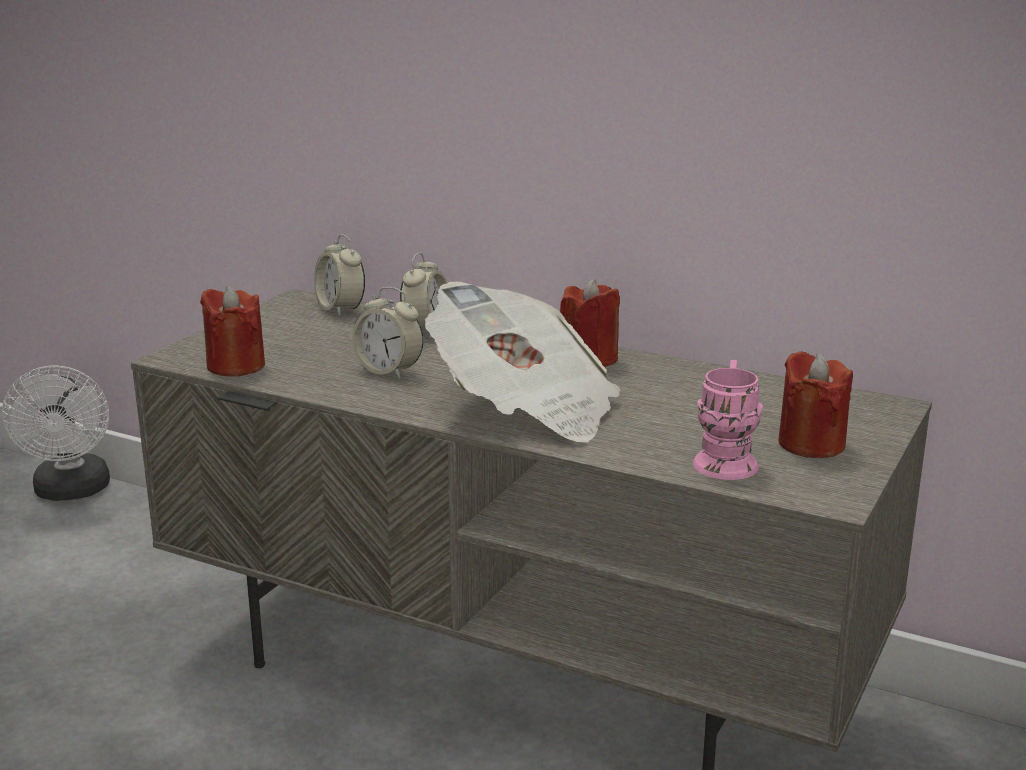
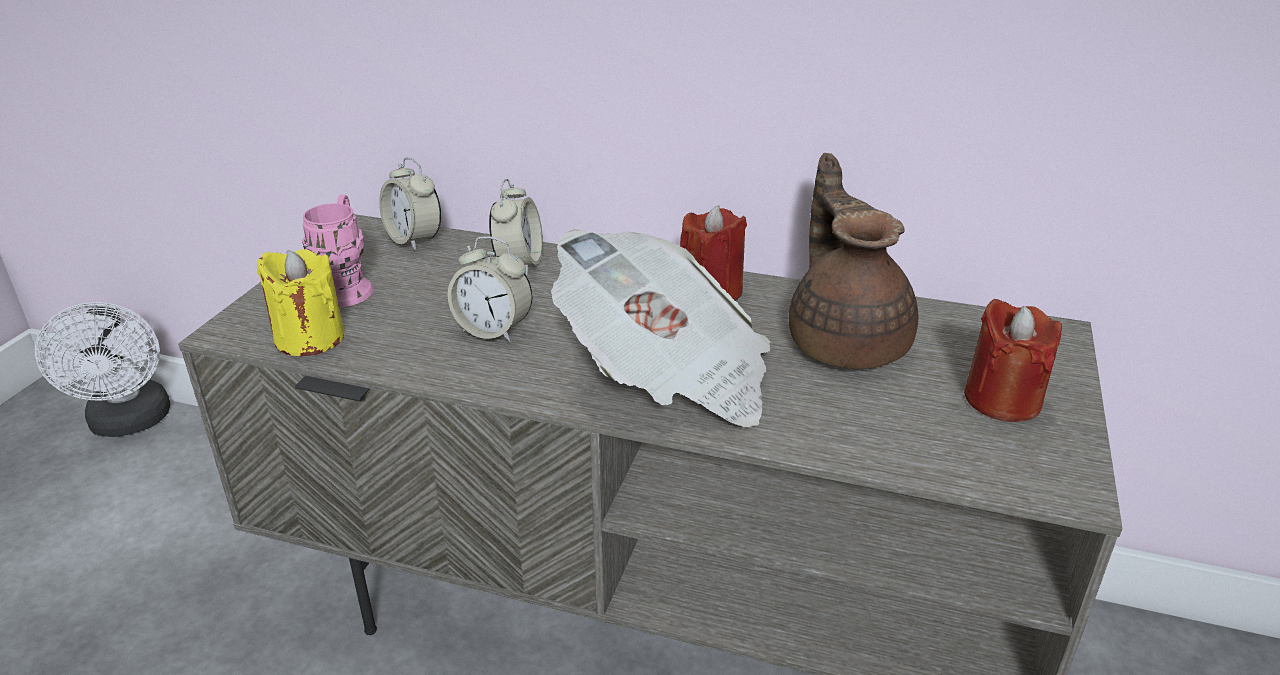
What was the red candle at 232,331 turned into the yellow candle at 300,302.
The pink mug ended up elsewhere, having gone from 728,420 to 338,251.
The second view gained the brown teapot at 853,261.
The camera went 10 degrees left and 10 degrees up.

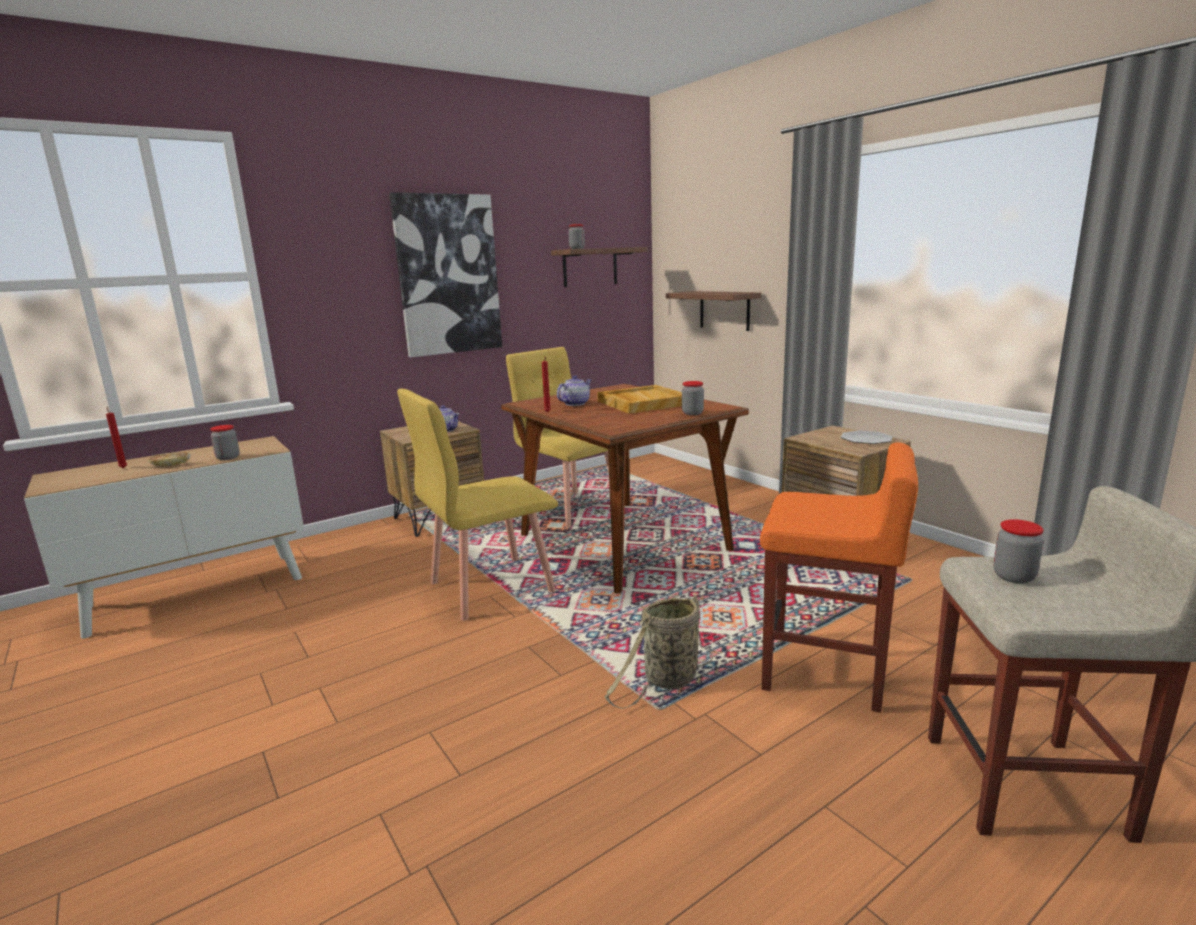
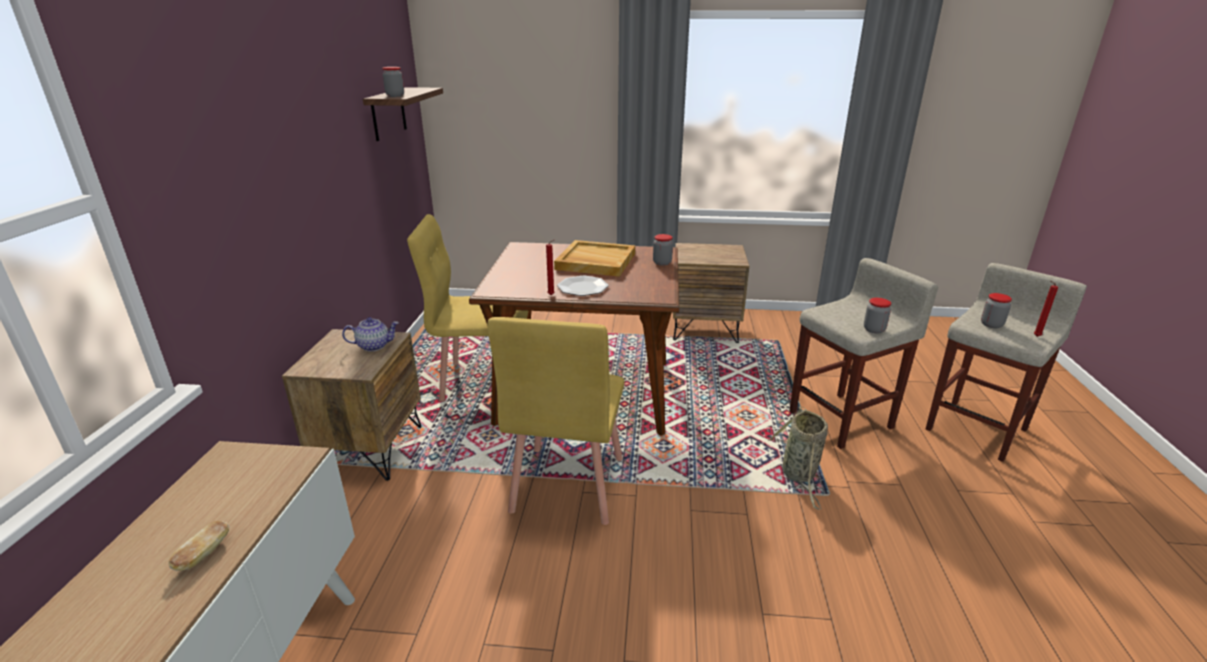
The second view lost the picture at 445,274.
The second view lost the shelf at 713,311.
The second view lost the teapot at 574,390.
The red candle ended up elsewhere, having gone from 116,437 to 1046,309.
The jar ended up elsewhere, having gone from 225,442 to 878,316.
The plate ended up elsewhere, having gone from 867,437 to 583,286.
What was the orange stool at 839,577 turned into the beige stool at 863,353.
The camera went 50 degrees left and 10 degrees up.

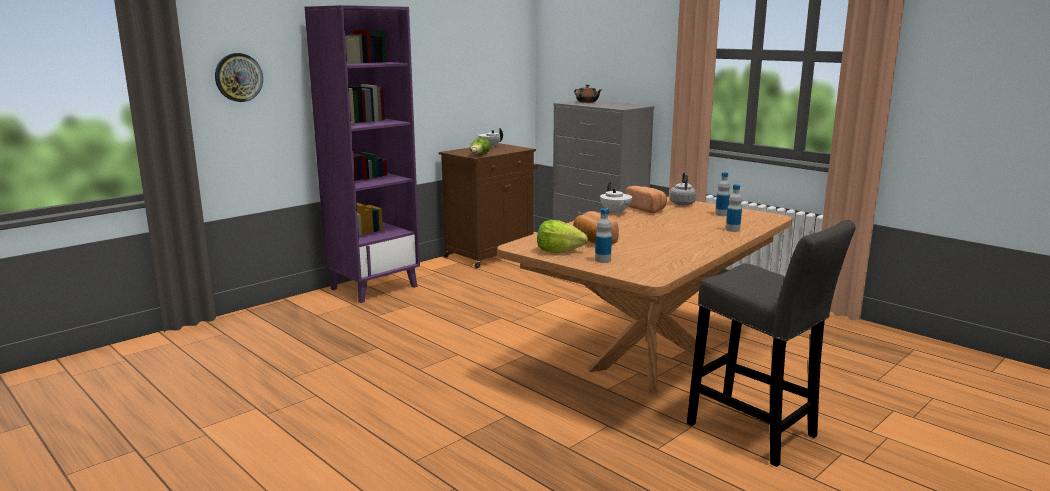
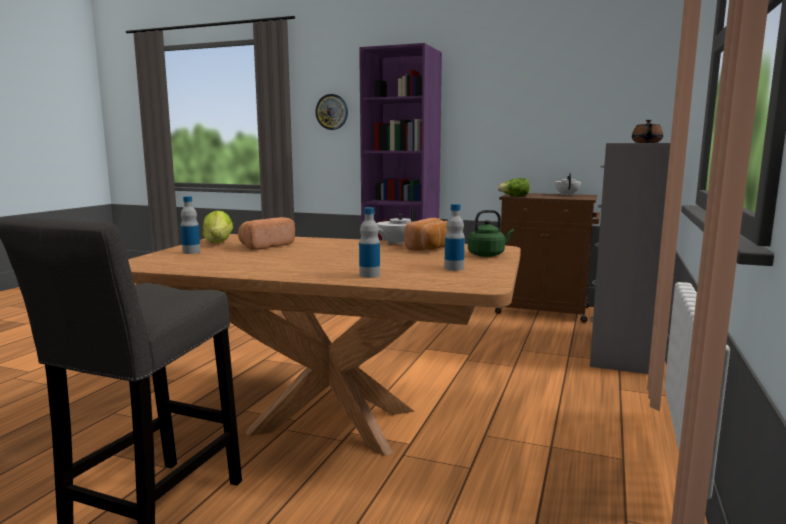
What was the grey kettle at 683,188 turned into the green kettle at 491,233.
The camera went 65 degrees right and 5 degrees down.

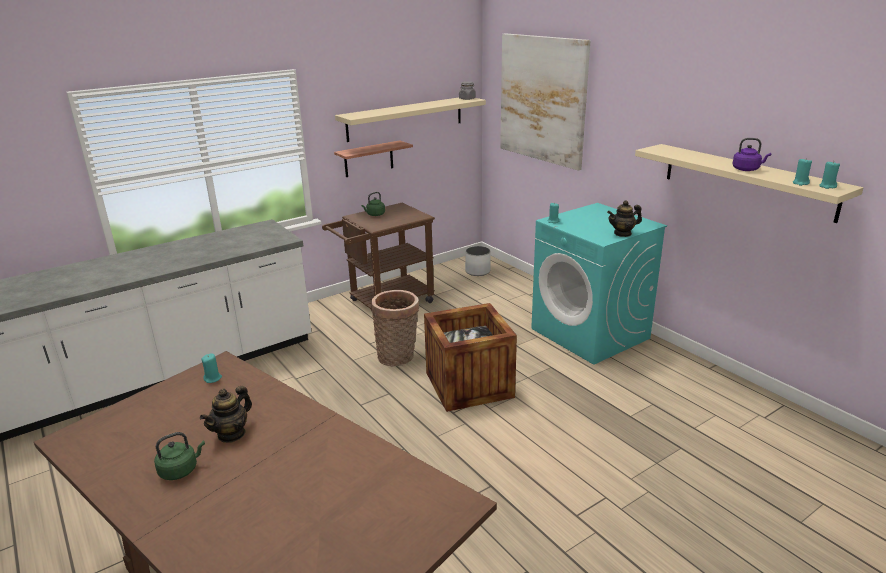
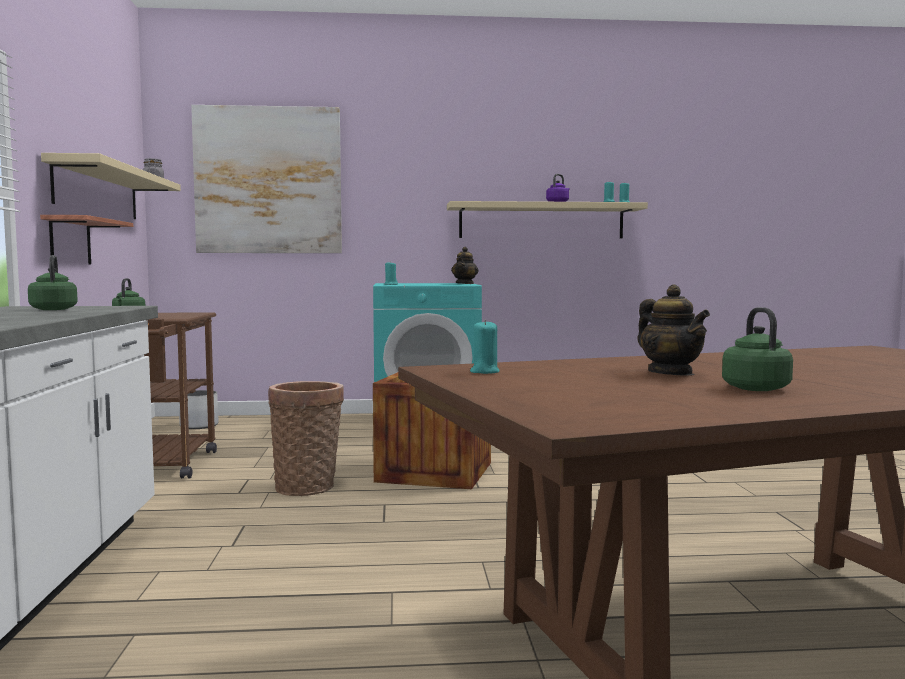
The second view gained the green kettle at 53,282.
The camera went 60 degrees left and 20 degrees down.

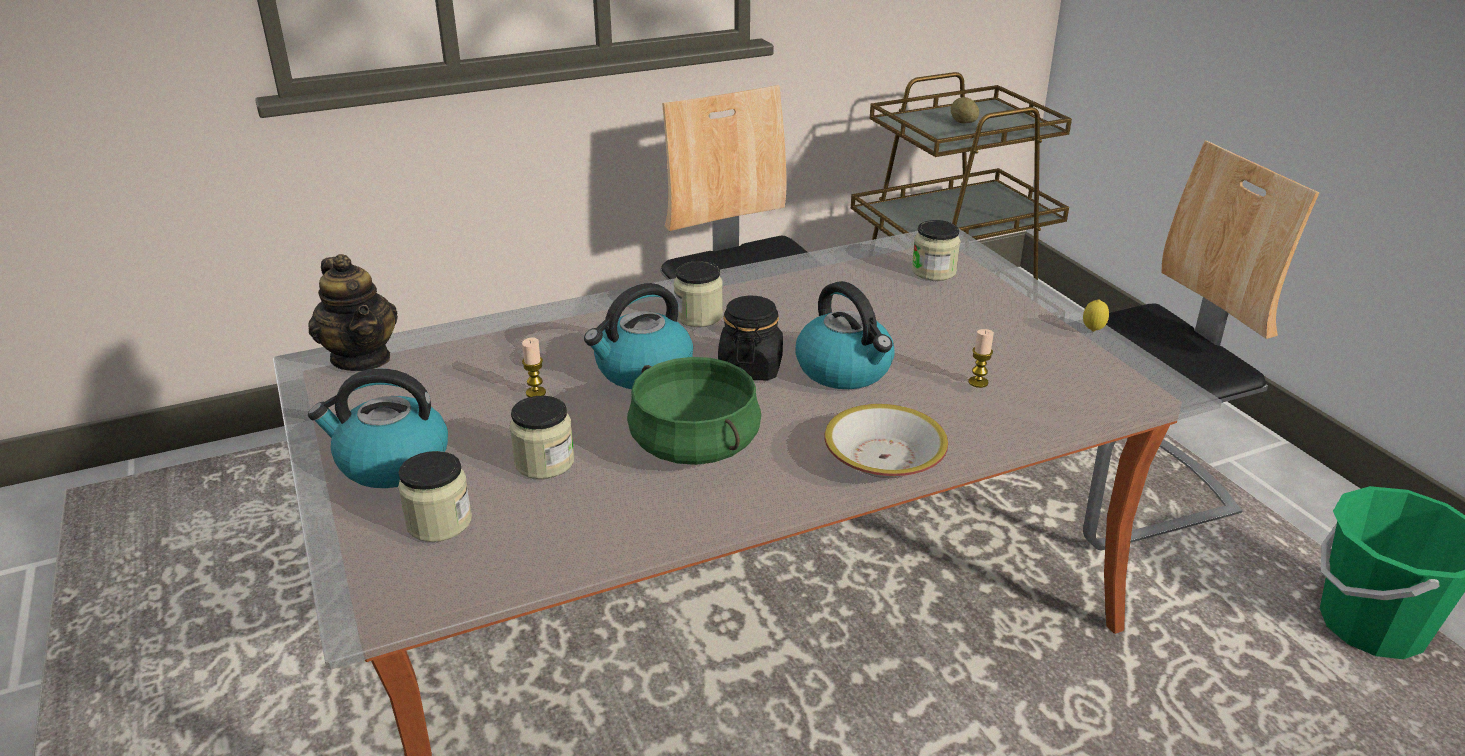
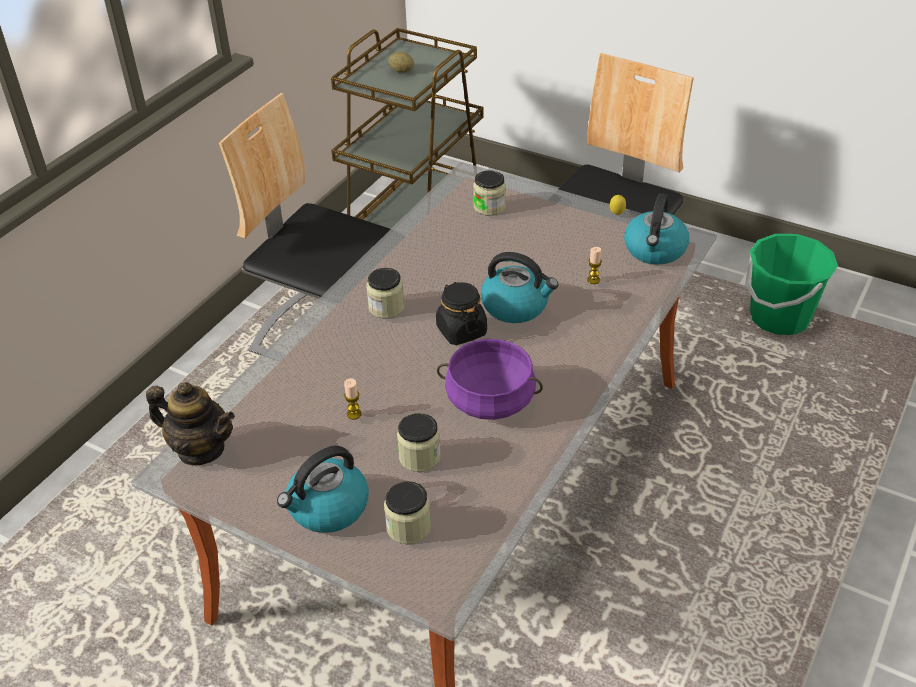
The kettle ended up elsewhere, having gone from 638,336 to 656,229.
What was the green cooking pot at 694,411 turned into the purple cooking pot at 490,379.
The second view lost the bowl at 886,441.
The camera went 35 degrees left and 10 degrees up.

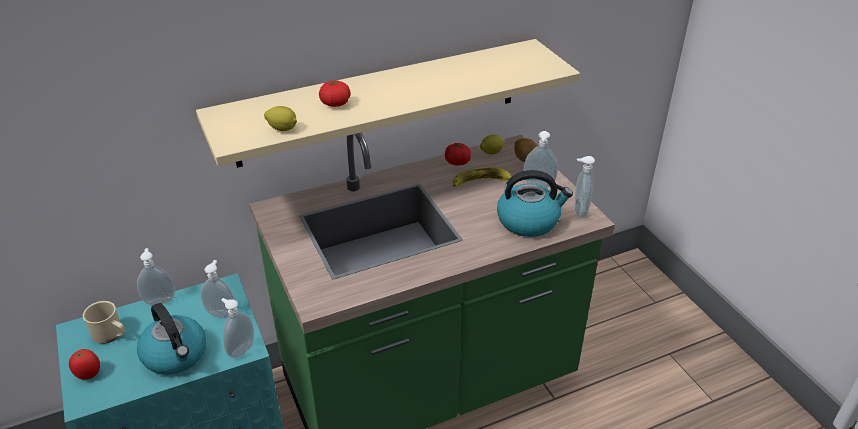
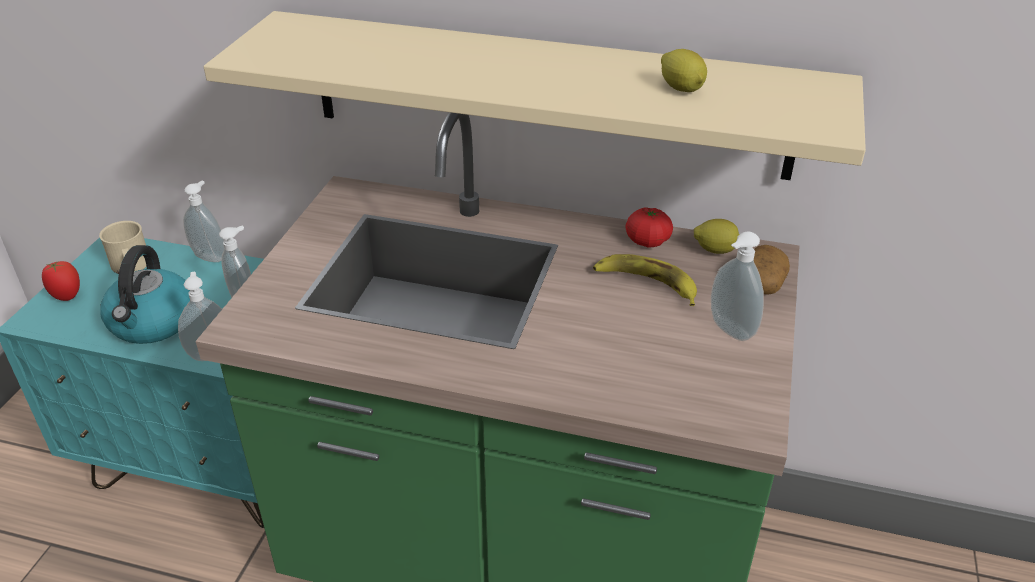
The second view lost the tomato at 335,93.
The lemon ended up elsewhere, having gone from 280,118 to 684,70.
The second view lost the soap dispenser at 585,187.
The second view lost the kettle at 535,203.
The camera went 40 degrees right and 0 degrees up.

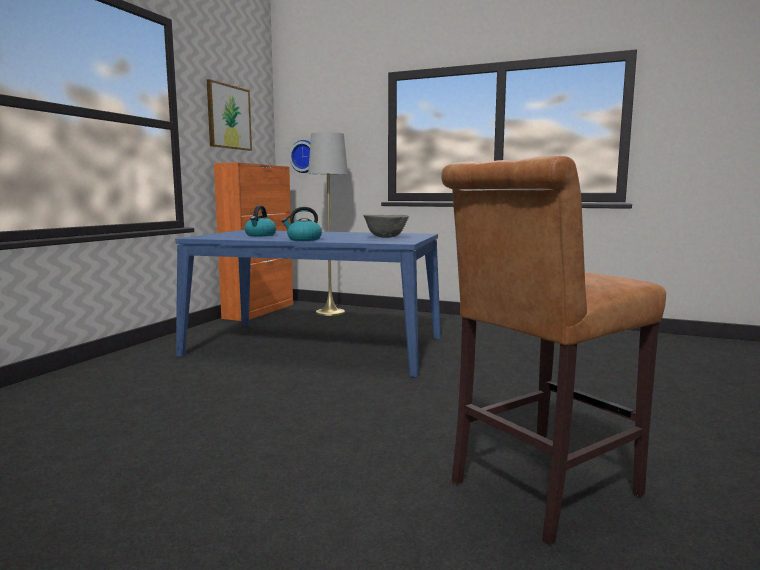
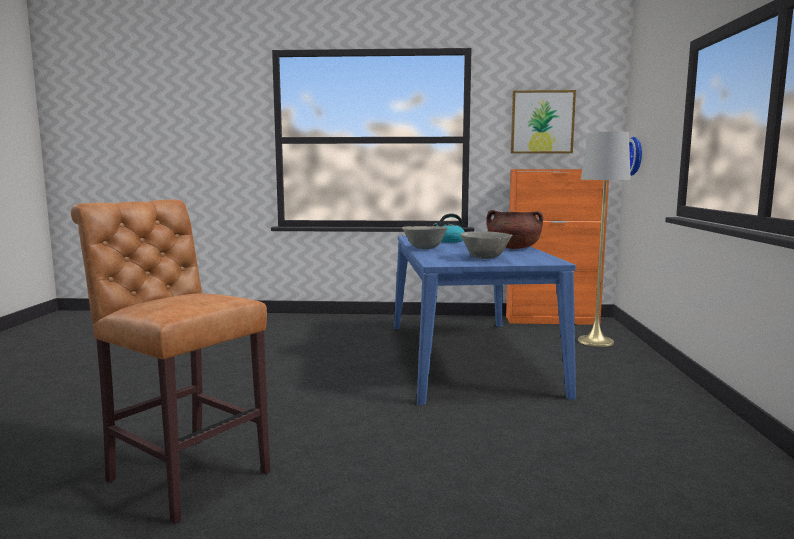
Where the kettle stood at 302,224, the grey bowl came to stand at 425,237.
The second view gained the brown cooking pot at 514,229.
The camera went 70 degrees right and 0 degrees up.

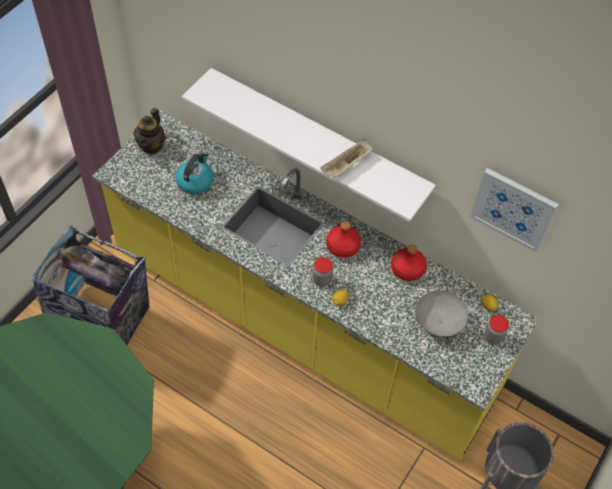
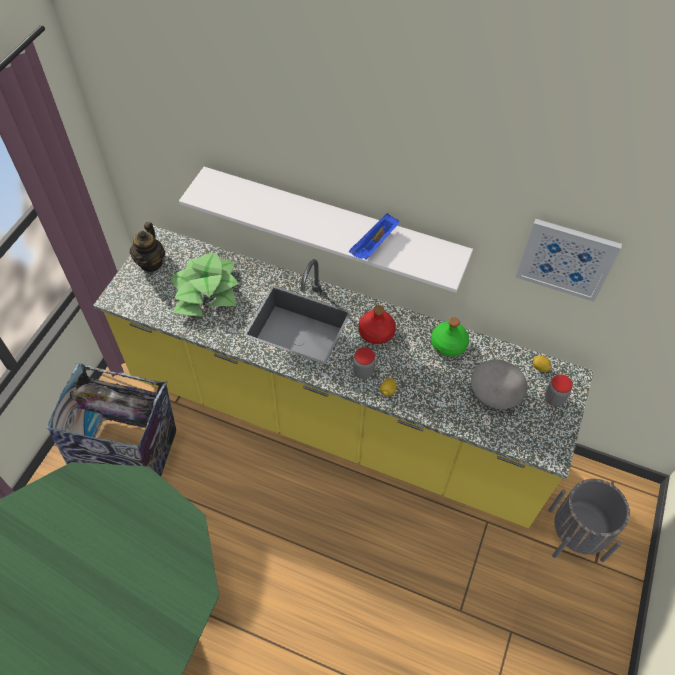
What was the beige tray at 346,158 turned into the blue tray at 374,236.
Where the kettle stood at 194,173, the potted plant came to stand at 205,285.
What was the red bottle at 409,263 turned into the green bottle at 450,336.
The camera went 10 degrees left and 0 degrees up.

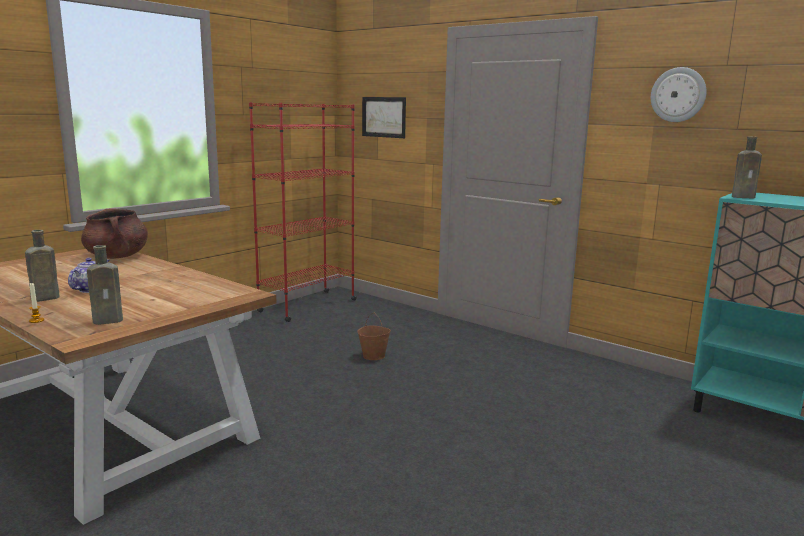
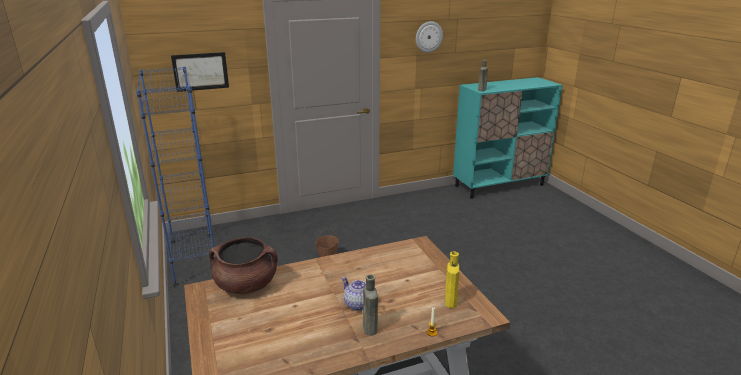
What was the red bookcase at 303,212 turned into the blue bookcase at 175,176.
What was the brown bottle at 105,285 turned into the yellow bottle at 452,279.
The camera went 60 degrees left and 10 degrees up.

